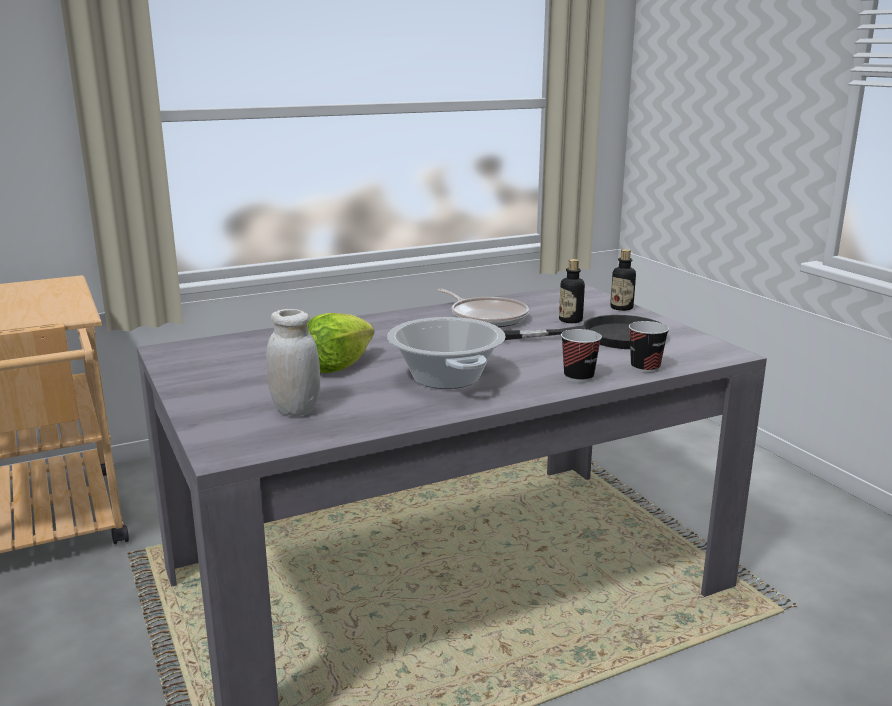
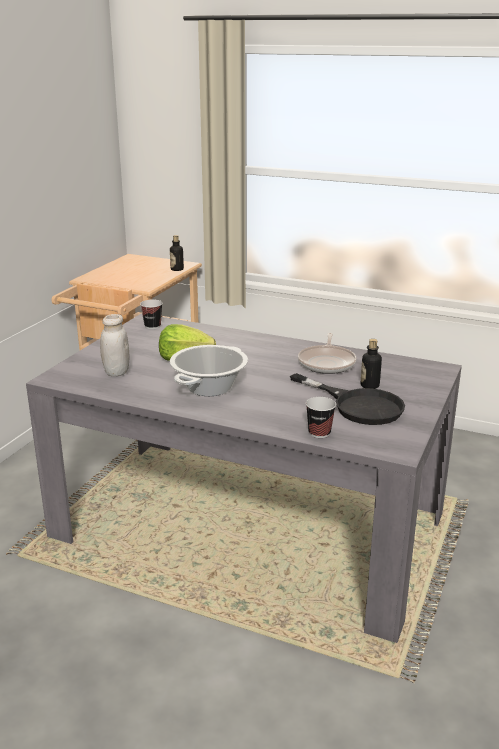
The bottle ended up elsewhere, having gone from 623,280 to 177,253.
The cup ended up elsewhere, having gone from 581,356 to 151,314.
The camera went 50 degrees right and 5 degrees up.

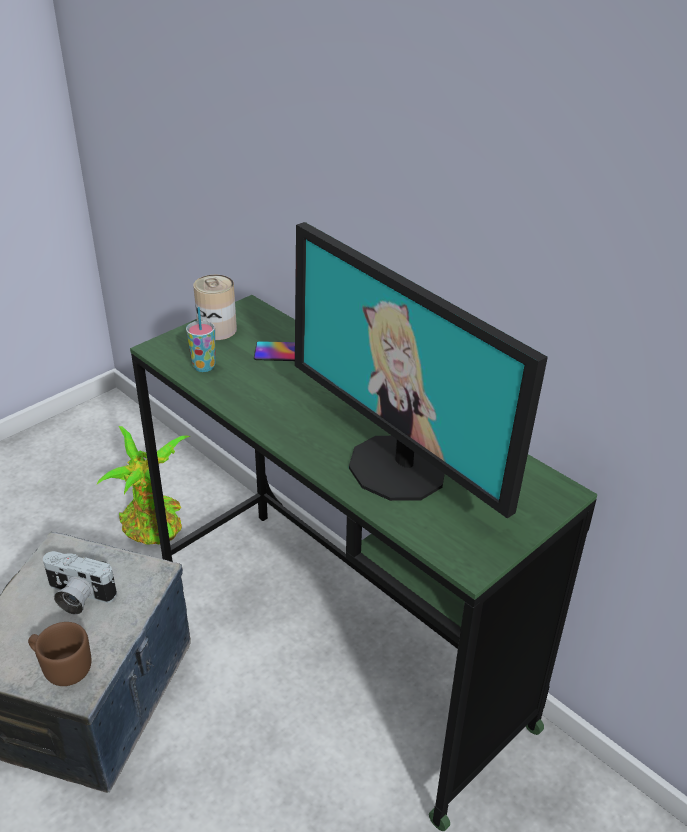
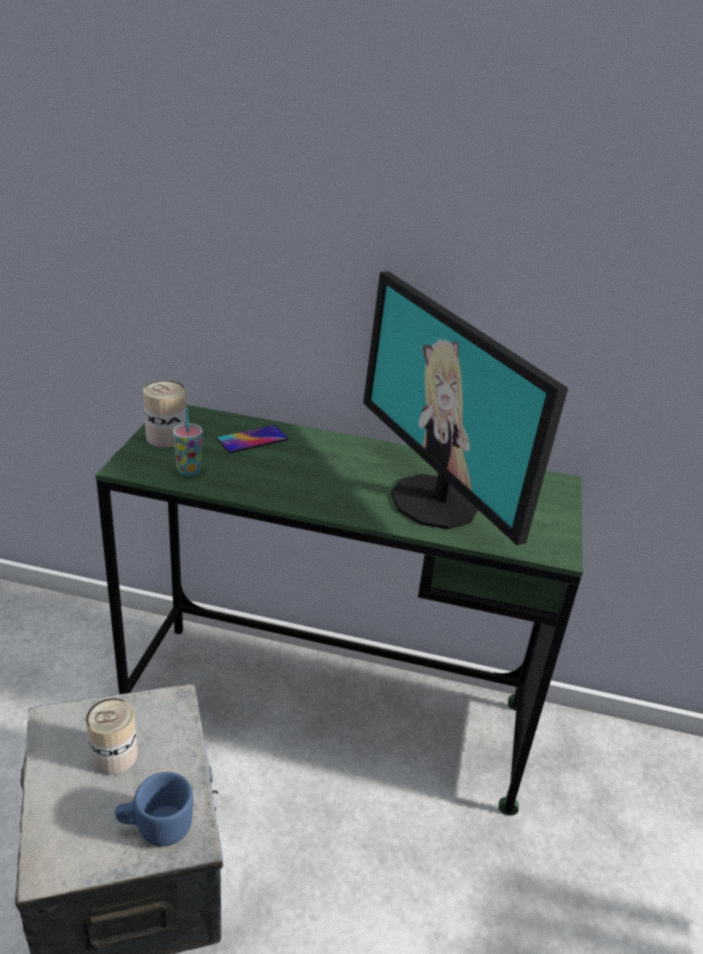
The monitor at 421,370 ended up facing another way, 45 degrees clockwise from before.
The second view lost the potted plant at 143,485.
Where the photo camera stood at 80,583, the can came to stand at 112,736.
What was the brown mug at 60,654 turned into the blue mug at 154,809.
The camera went 35 degrees left and 5 degrees down.

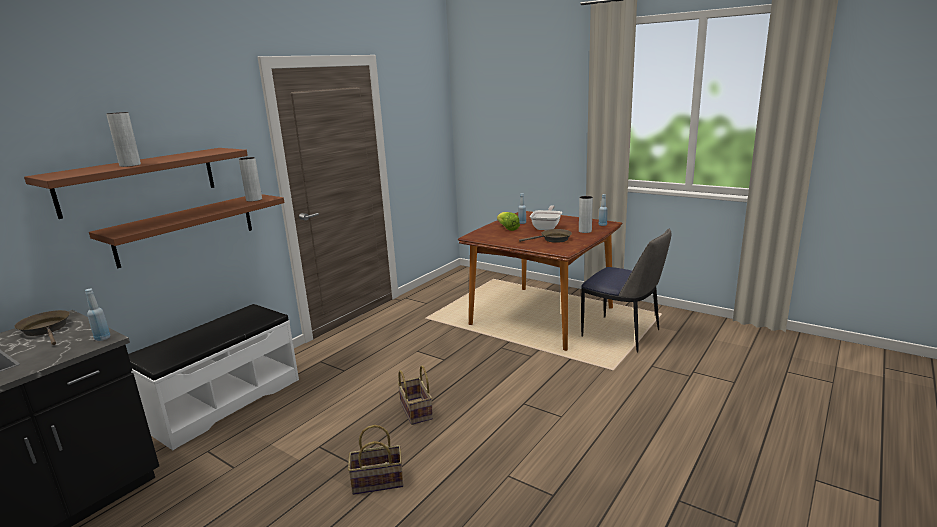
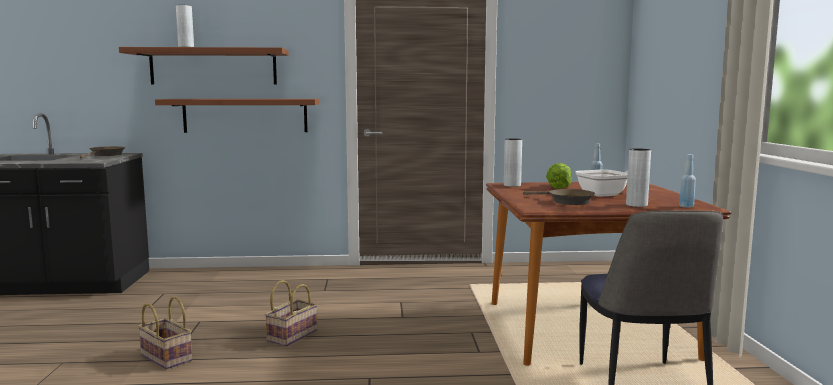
The grey vase ended up elsewhere, having gone from 250,179 to 513,162.
The second view lost the blue bottle at 98,315.
The second view lost the white bench at 213,377.
The camera went 50 degrees right and 10 degrees down.

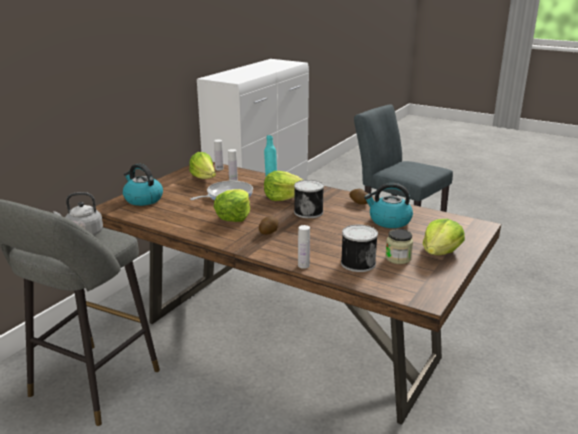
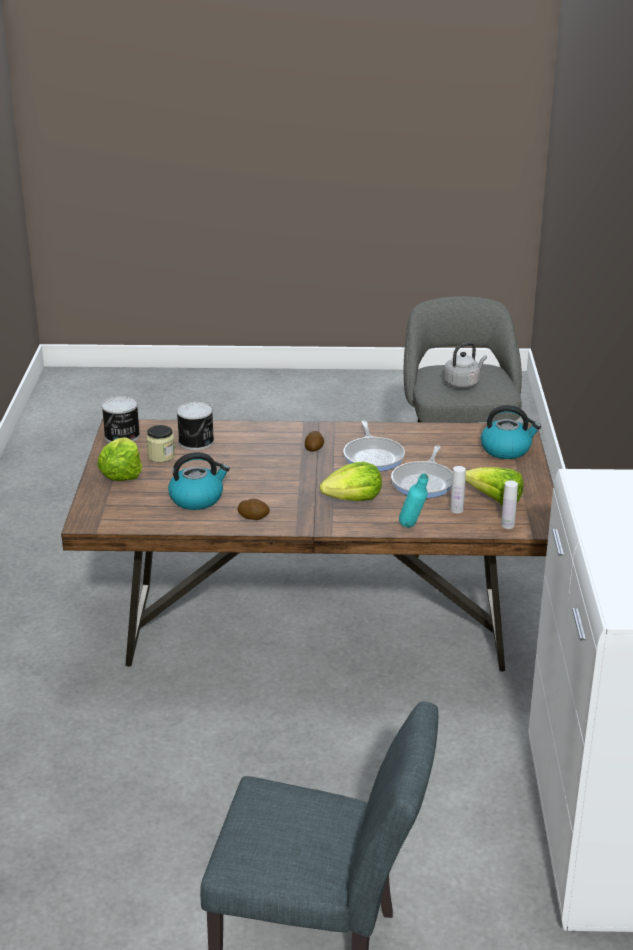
The can ended up elsewhere, having gone from 309,199 to 121,419.
Where the lettuce stood at 232,205, the frying pan came to stand at 374,446.
The second view lost the white bottle at 304,247.
The camera went 150 degrees right and 5 degrees up.

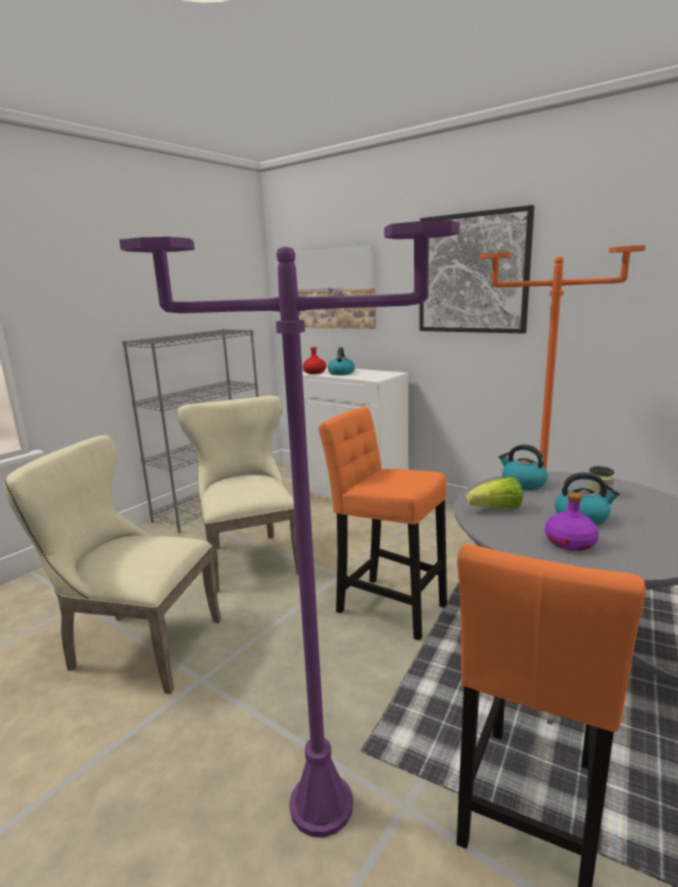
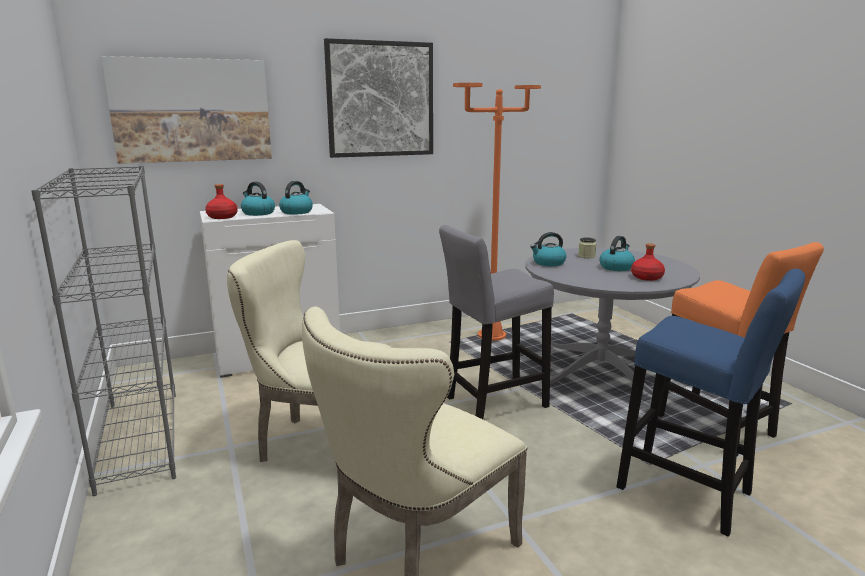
Where the purple floor lamp stood at 289,529, the blue stool came to stand at 711,402.
What was the orange stool at 383,523 turned into the grey stool at 496,322.
The second view lost the lettuce at 494,493.
What was the purple bottle at 572,521 turned into the red bottle at 648,262.
The second view gained the kettle at 296,198.
The camera went 60 degrees left and 0 degrees up.

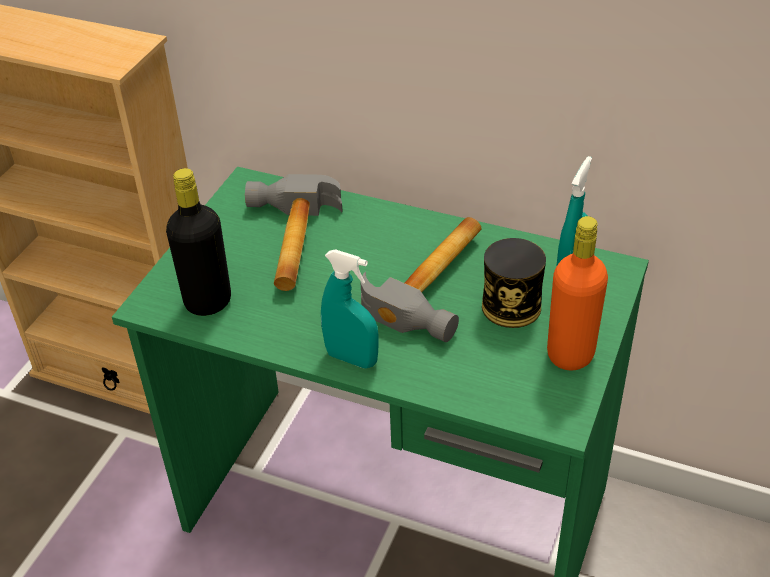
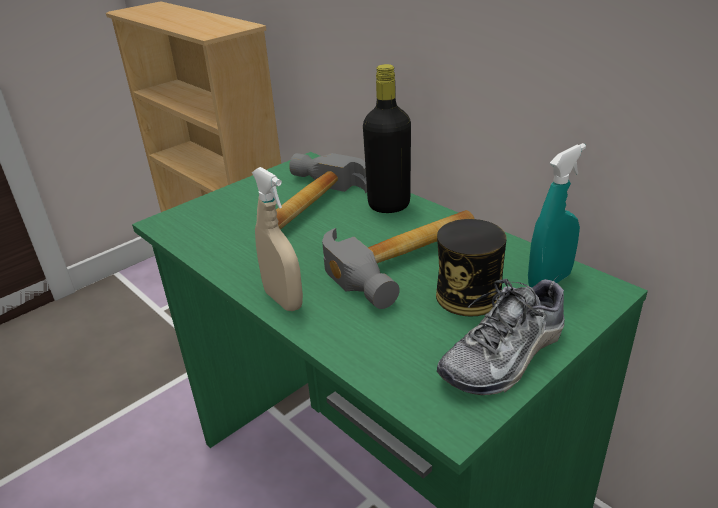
The black bottle ended up elsewhere, having gone from 198,242 to 387,138.
Where the orange bottle stood at 577,293, the shoe came to stand at 501,335.
What was the turquoise spray bottle at 350,308 turned into the beige spray bottle at 277,239.
The camera went 25 degrees right and 10 degrees down.

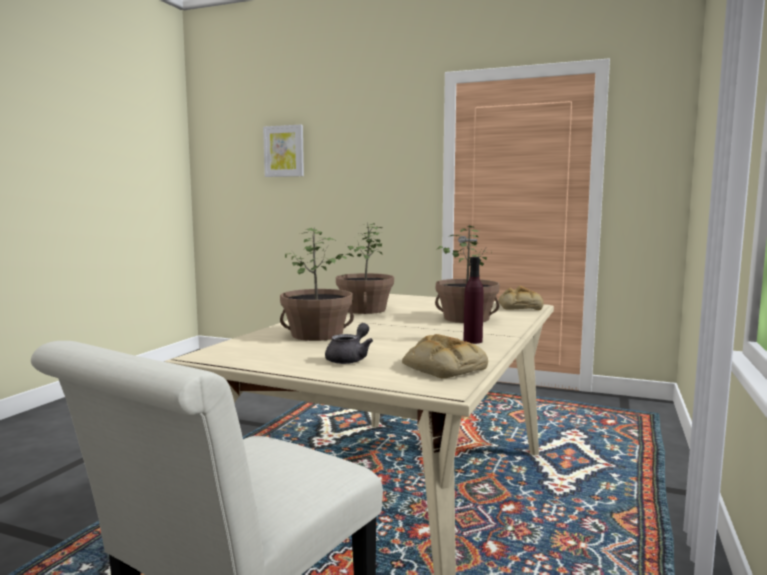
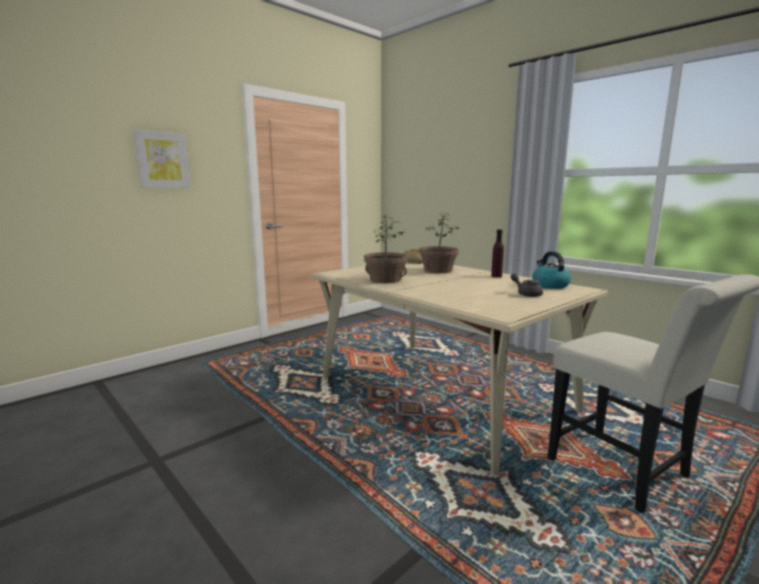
The picture ended up elsewhere, having gone from 283,151 to 162,159.
The second view lost the potted plant at 317,284.
Where the bread stood at 445,356, the kettle came to stand at 551,270.
The camera went 65 degrees left and 5 degrees up.

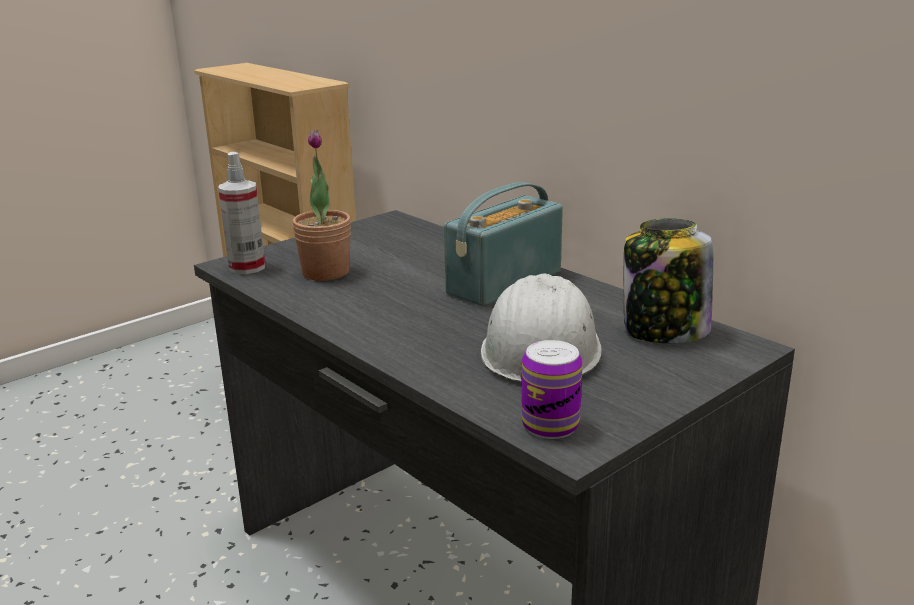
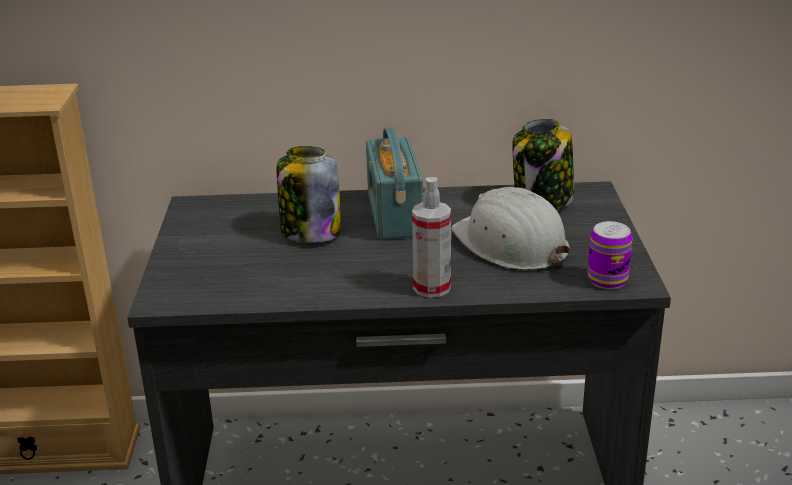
The second view lost the potted plant at 321,205.
The spray bottle ended up elsewhere, having gone from 241,213 to 431,237.
The second view gained the jar at 309,194.
The camera went 50 degrees left and 5 degrees up.

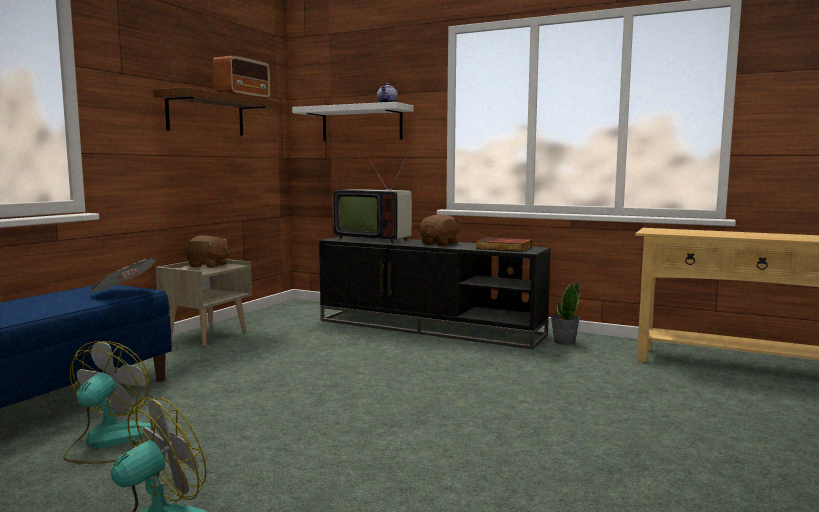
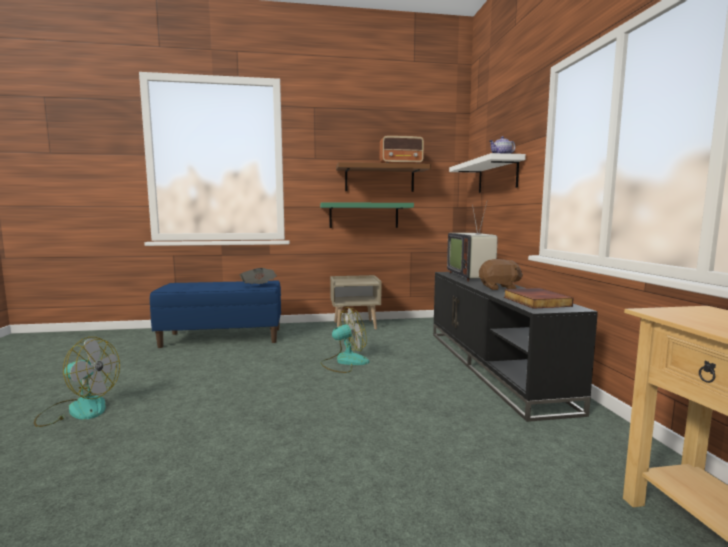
The second view lost the brown plush toy at 207,251.
The second view lost the potted plant at 565,313.
The fan ended up elsewhere, having gone from 107,402 to 345,340.
The second view gained the green shelf at 367,215.
The camera went 55 degrees right and 0 degrees up.

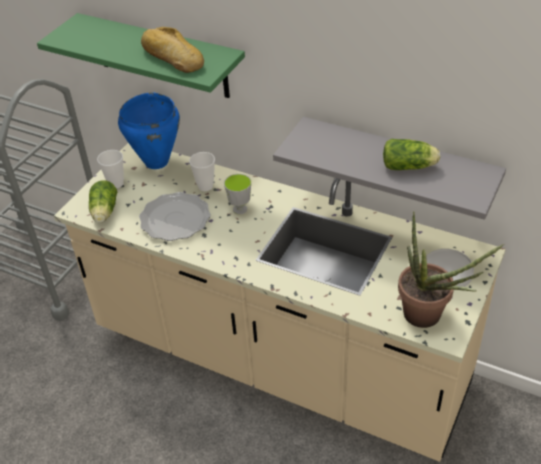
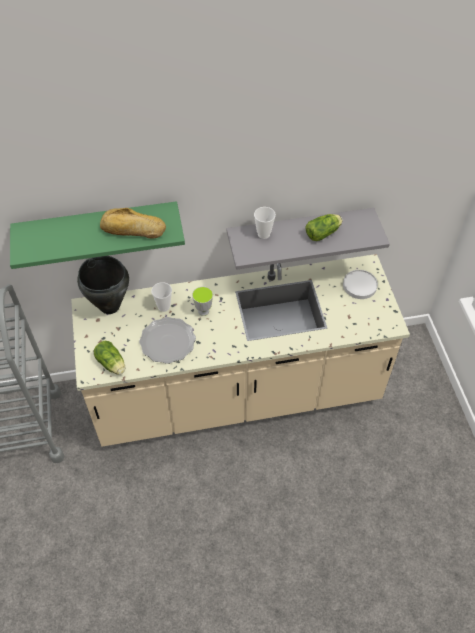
What was the blue cooking pot at 149,131 turned into the black cooking pot at 103,285.
The cup ended up elsewhere, having gone from 110,169 to 265,223.
The second view lost the potted plant at 451,269.
The camera went 40 degrees left and 10 degrees up.

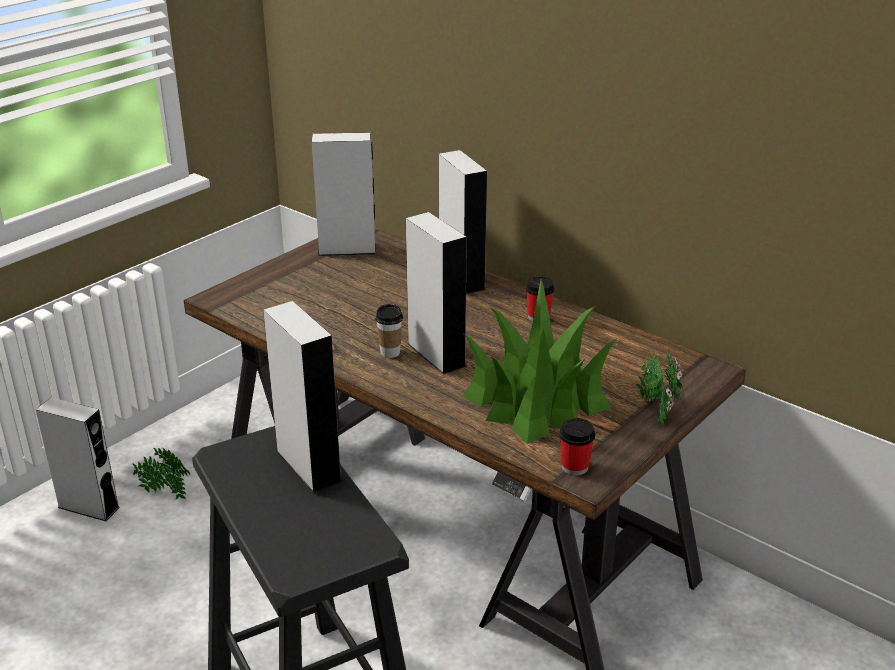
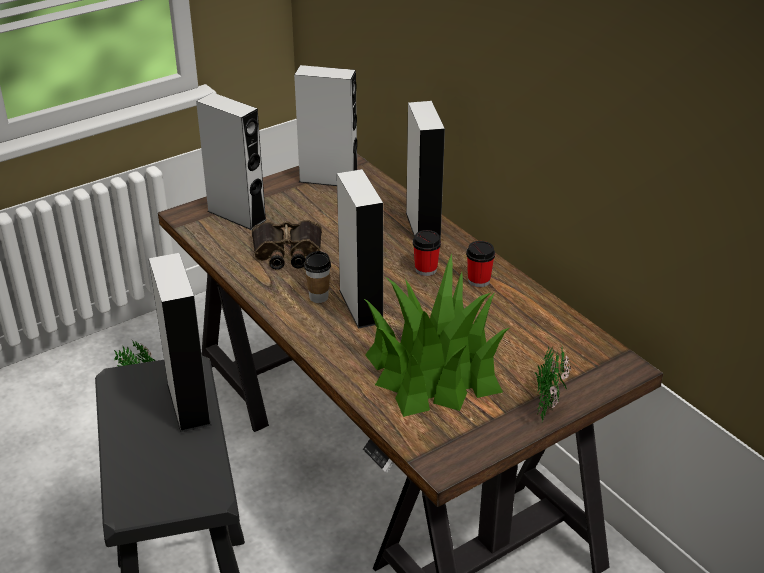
The grey speaker ended up elsewhere, having gone from 78,459 to 231,161.
The cup ended up elsewhere, having gone from 577,447 to 427,253.
The second view gained the binoculars at 287,244.
The camera went 15 degrees right and 5 degrees up.

